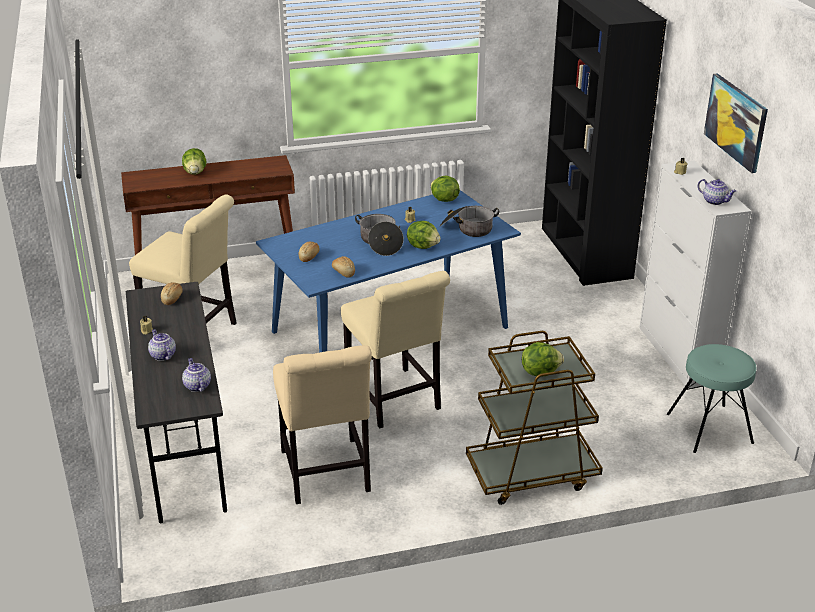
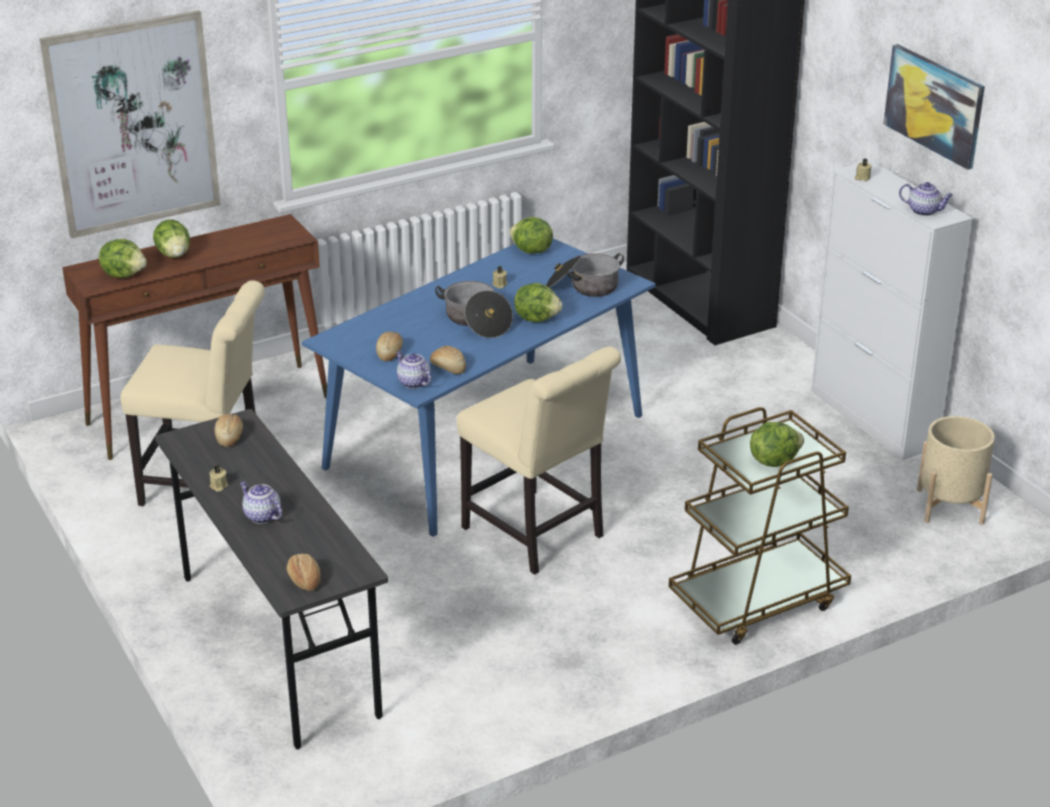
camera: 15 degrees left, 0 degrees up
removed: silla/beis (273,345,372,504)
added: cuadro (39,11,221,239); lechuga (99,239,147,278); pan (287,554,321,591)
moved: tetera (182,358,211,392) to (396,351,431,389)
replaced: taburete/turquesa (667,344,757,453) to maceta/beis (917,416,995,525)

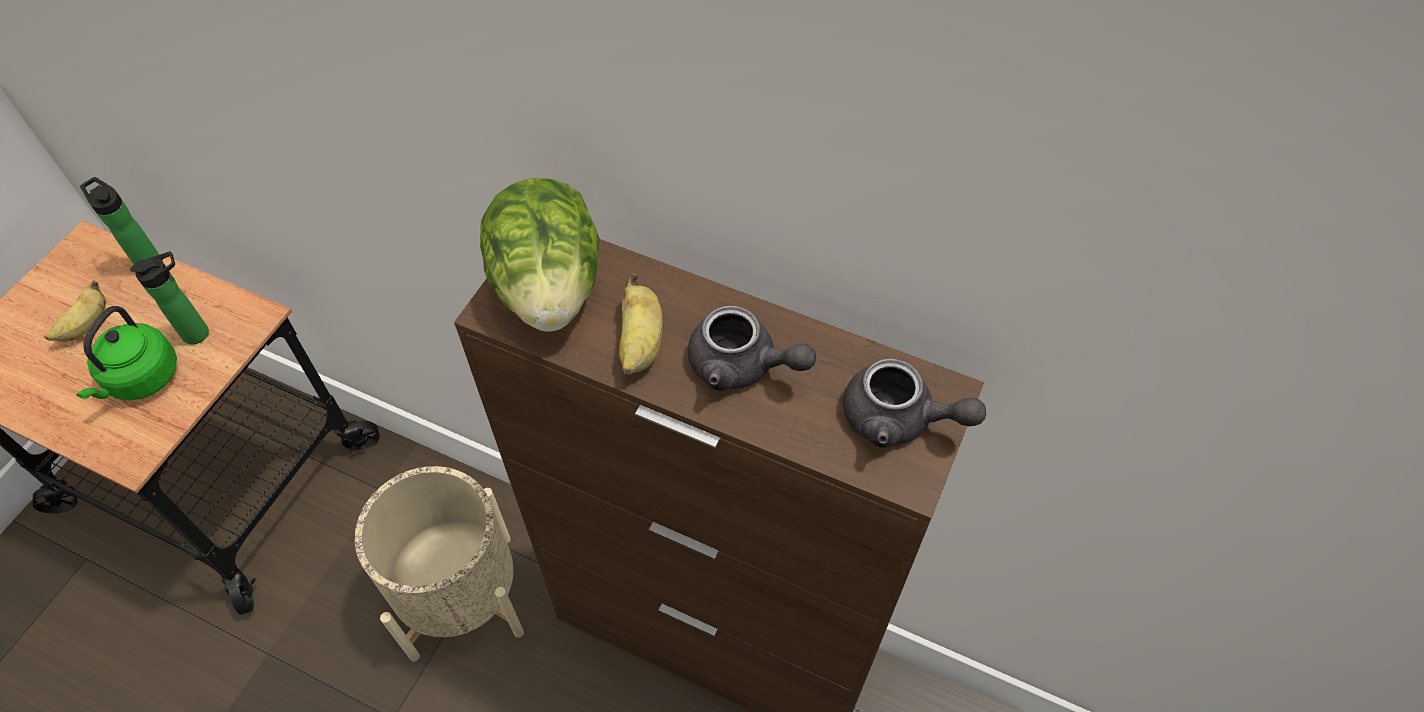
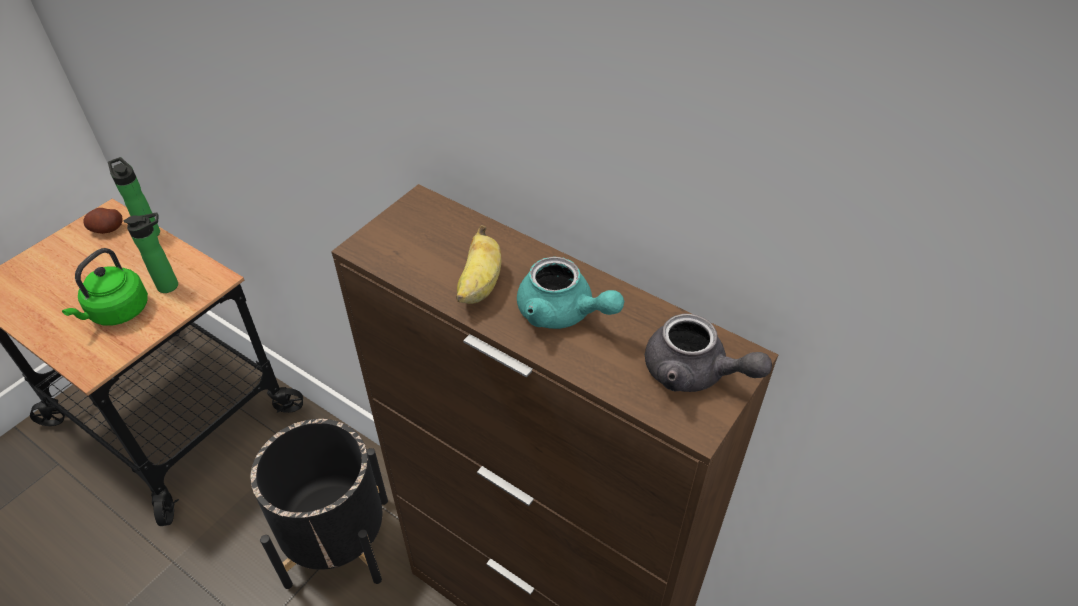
camera: 10 degrees right, 10 degrees down
removed: plátano (44,280,106,342); lechuga (480,178,600,332)
added: patata (83,208,123,234)
recoloured: maceta/beis (355,466,524,661) to maceta/negro (250,419,388,589); tetera/gris (688,306,816,391) to tetera/turquesa (517,257,624,329)

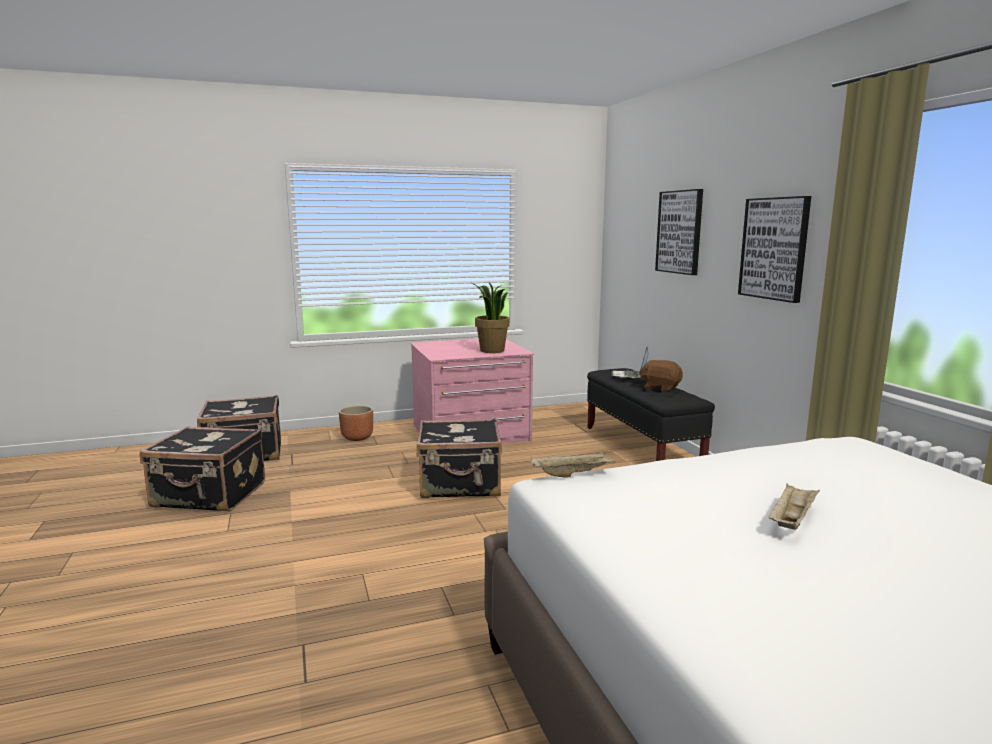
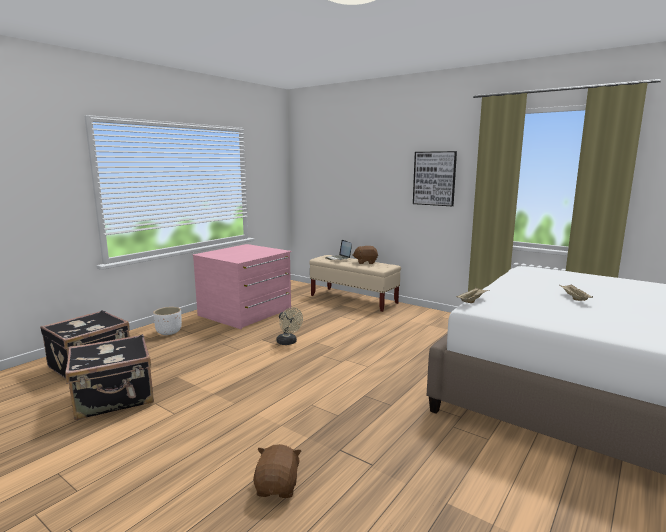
camera: 35 degrees left, 0 degrees up
removed: planta en maceta (472,281,510,353); cuadro (655,189,703,275)
added: peluche/marrón (253,444,301,498)
replaced: maleta/negro (417,418,502,498) to ventilador/beis (277,307,303,345)
recoloured: maceta/marrón (339,405,373,441) to maceta/blanco (153,307,182,335); banco/negro (587,368,715,461) to banco/beis (309,255,401,312)

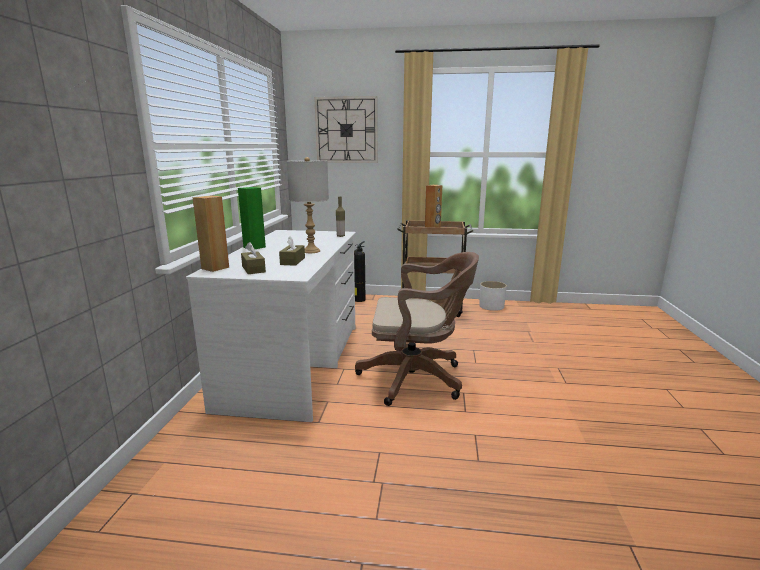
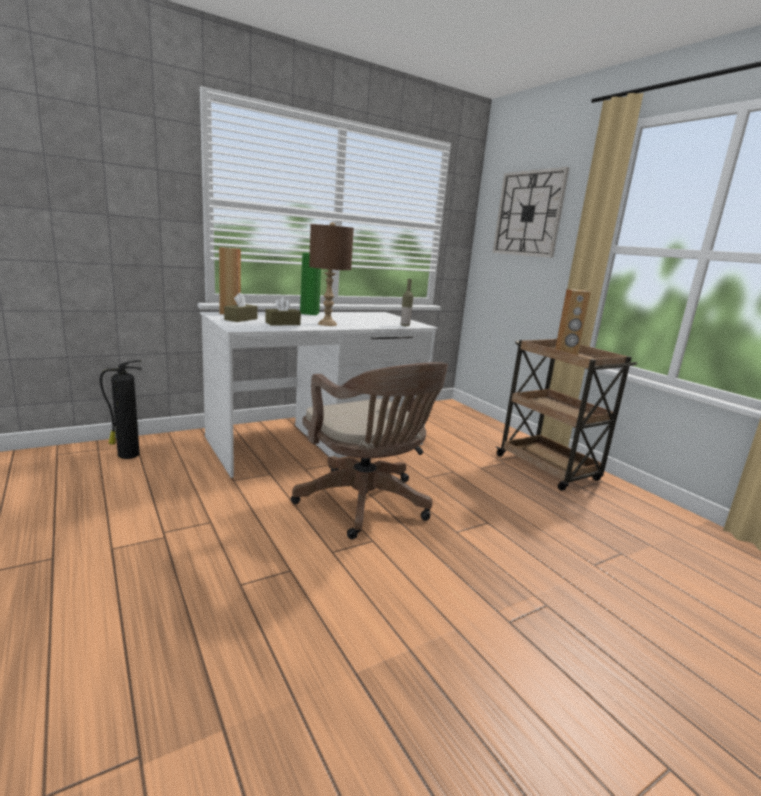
camera: 50 degrees right, 0 degrees up
removed: maceta/blanco (479,281,507,311)
moved: extintor (354,241,365,302) to (100,360,142,459)
recoloured: lámpara de mesa/gris (287,157,329,253) to lámpara de mesa/marrón (309,222,354,326)

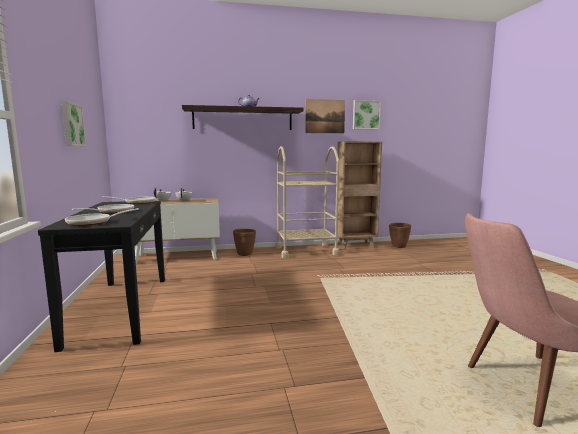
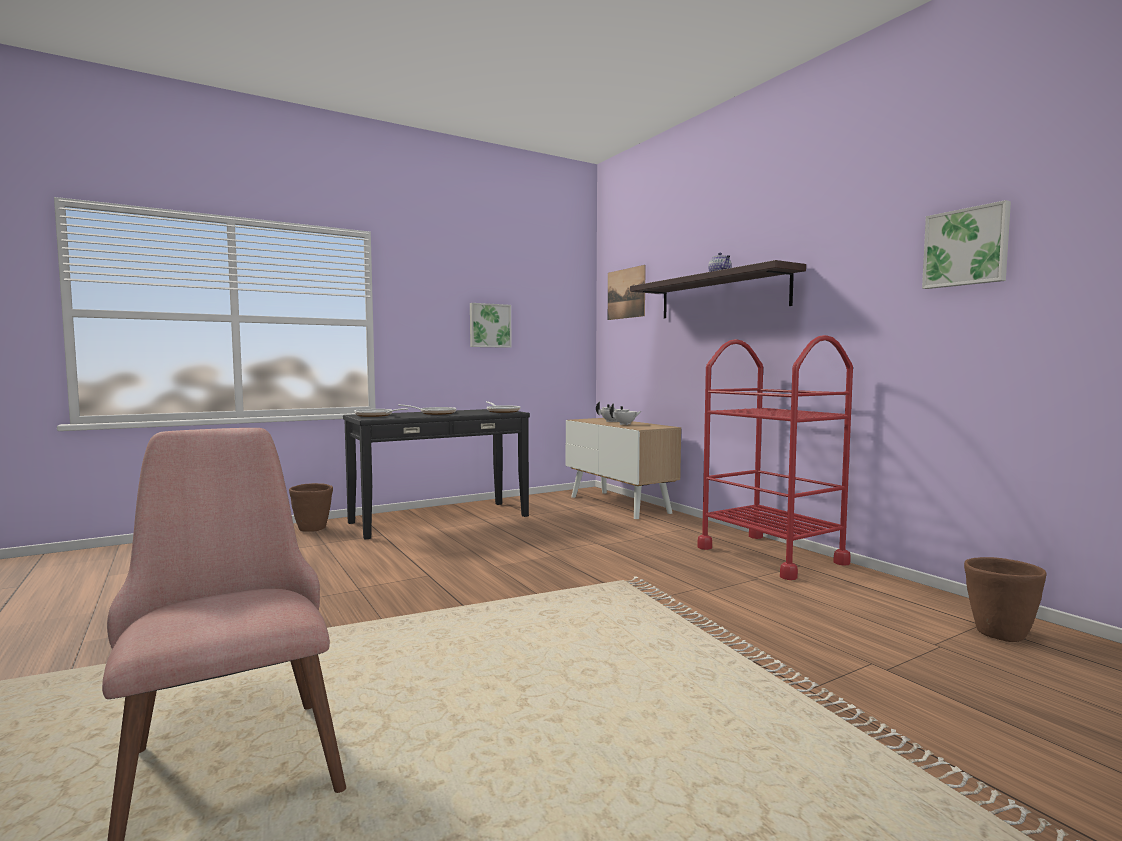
camera: 70 degrees right, 5 degrees down
removed: estantería/marrón (337,141,382,249)
moved: maceta/marrón (233,229,256,256) to (289,483,333,532); cuadro (305,99,345,133) to (608,265,646,320)
recoloured: carrito/beis (275,146,339,258) to carrito/rojo (697,335,853,580)

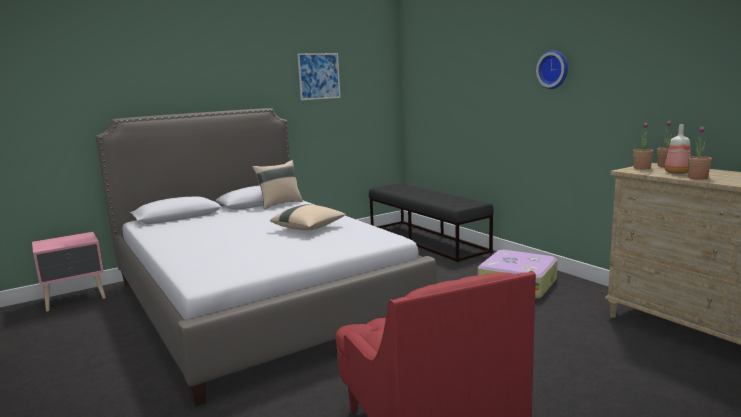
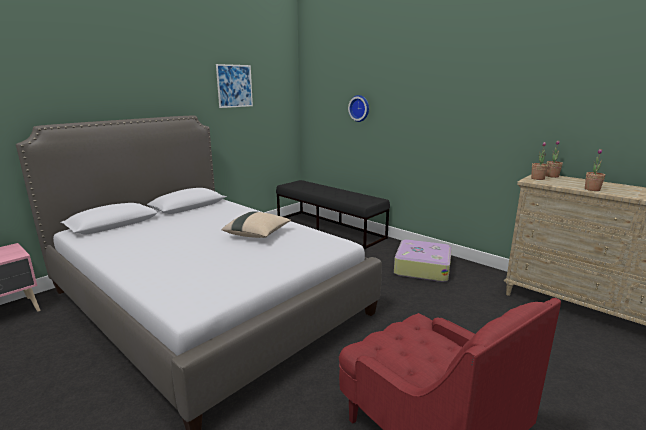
camera: 15 degrees left, 5 degrees up
removed: cojín/beis (252,160,303,210); botella (665,124,691,174)
moved: reloj de pared (536,50,568,89) to (348,95,369,122)

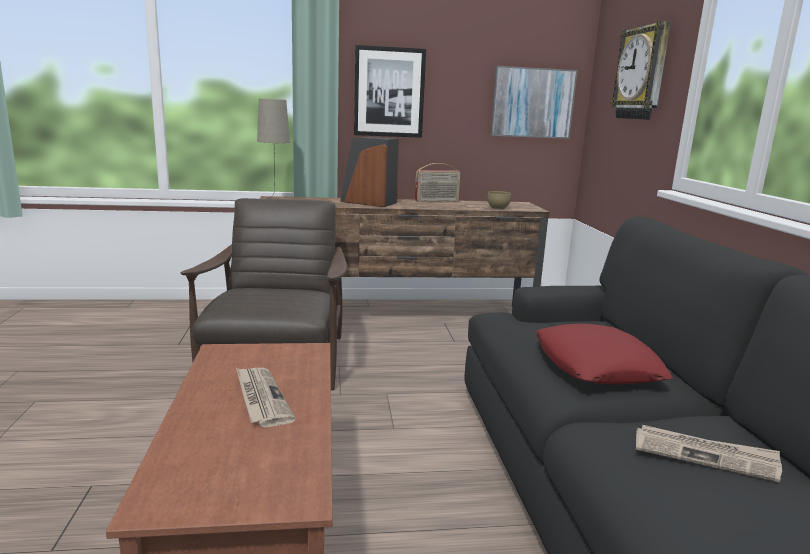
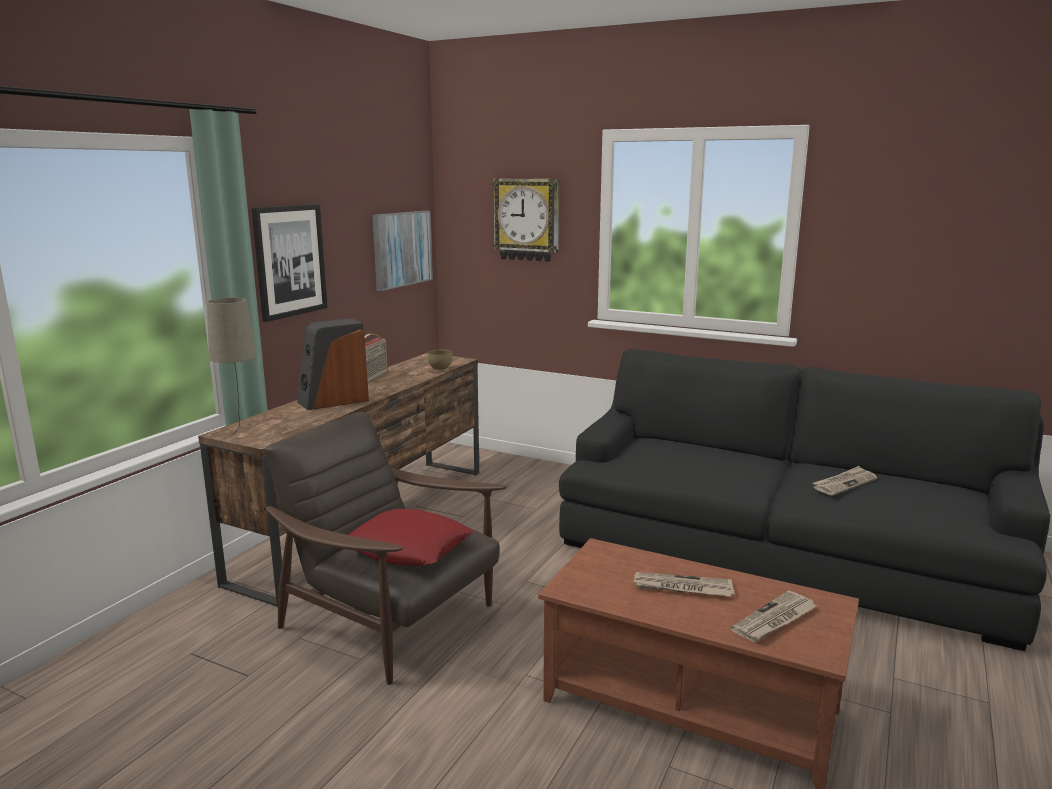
camera: 55 degrees left, 0 degrees up
added: periódico (731,590,817,642)
moved: cojín/rojo (536,324,672,384) to (348,509,473,566)

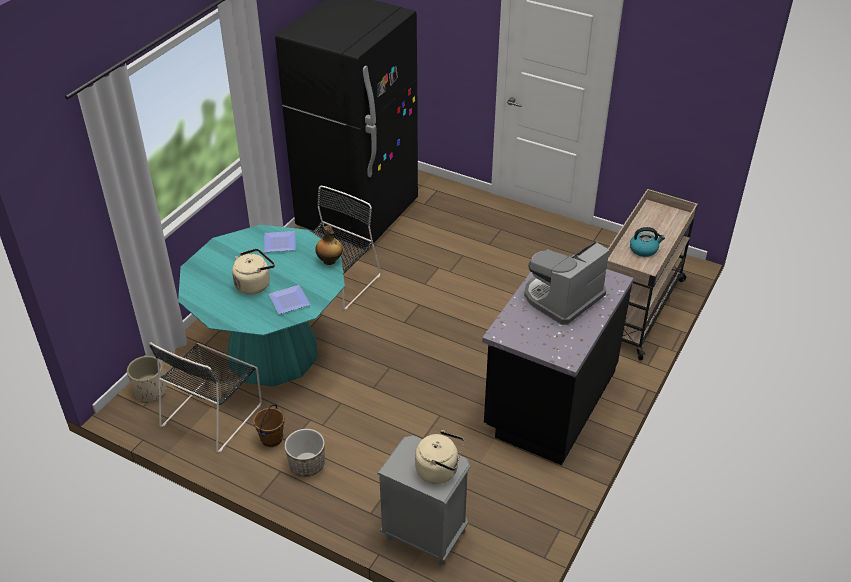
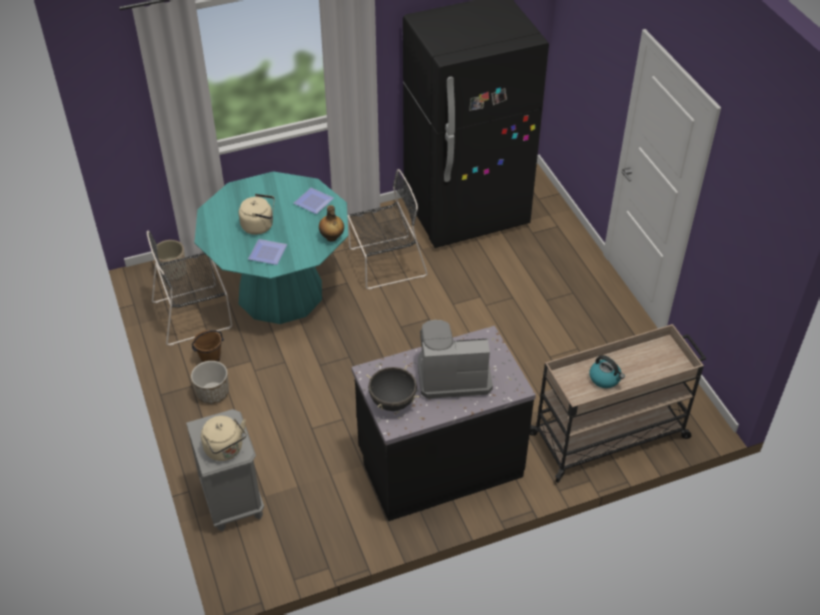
camera: 40 degrees right, 5 degrees up
added: olla/negro (366,365,420,411)

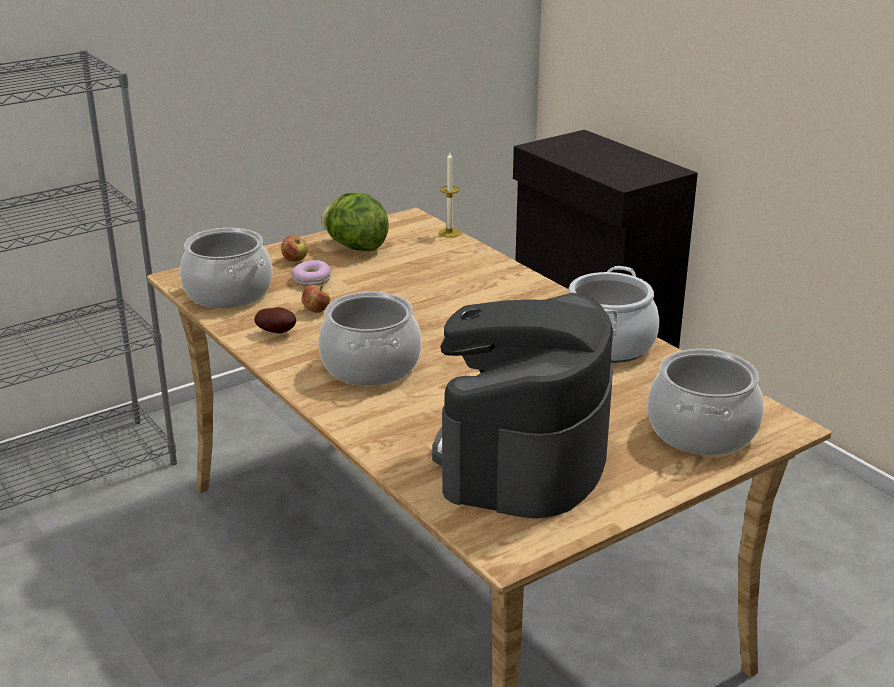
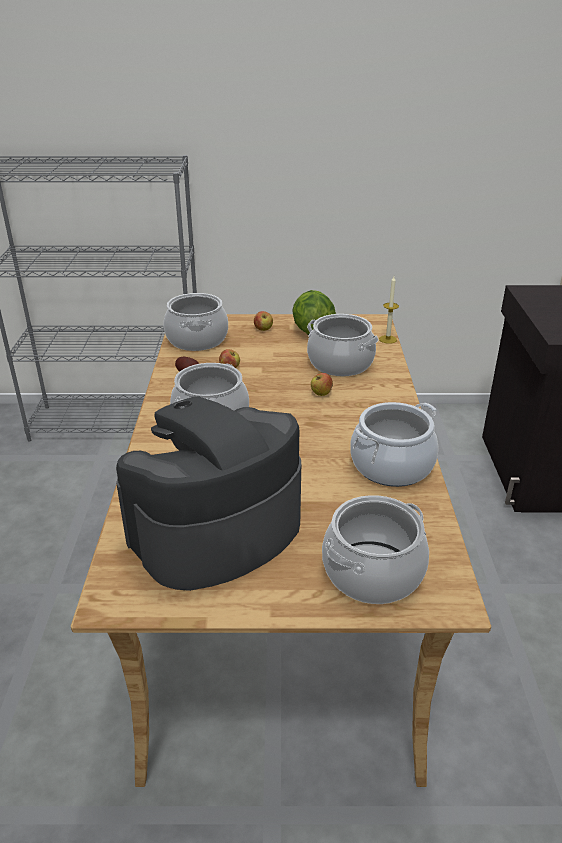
camera: 35 degrees right, 5 degrees up
removed: rosquilla (291,260,331,286)
added: olla (307,314,379,376); manzana (311,373,333,396)

